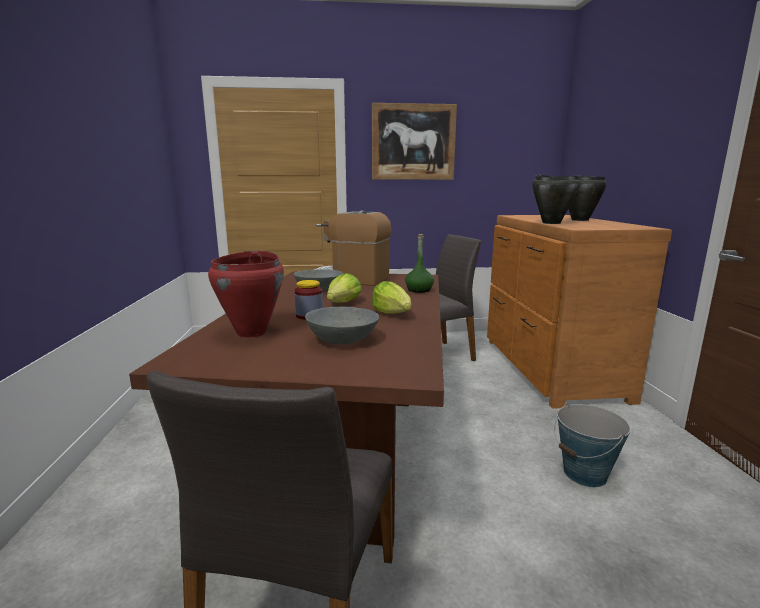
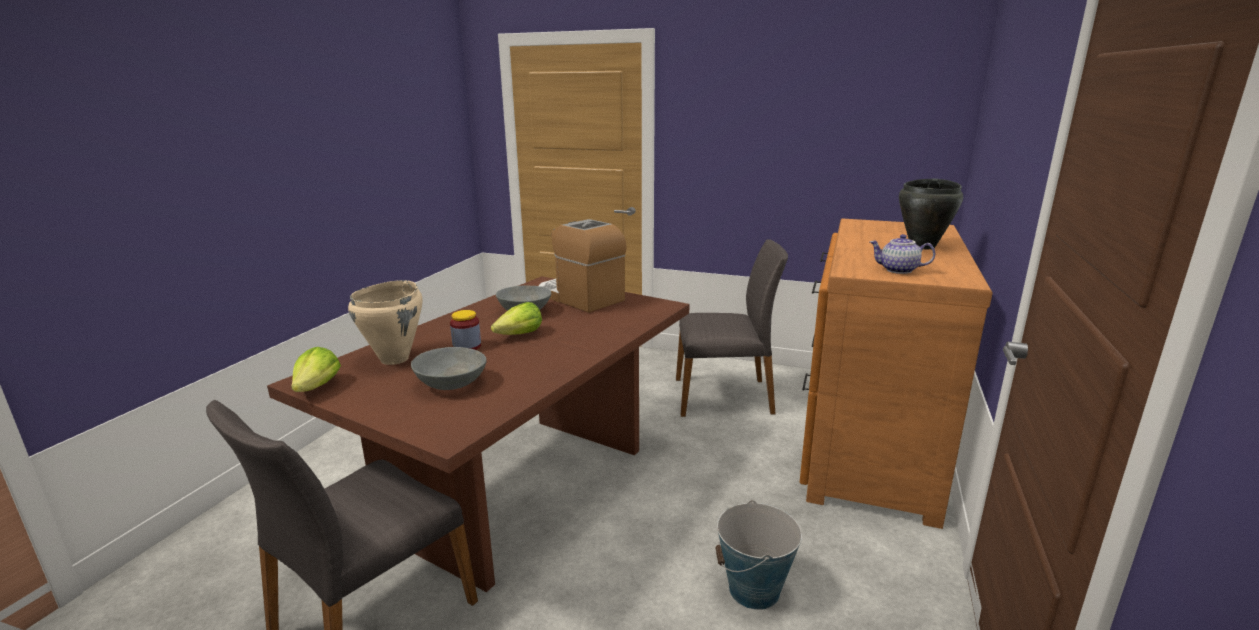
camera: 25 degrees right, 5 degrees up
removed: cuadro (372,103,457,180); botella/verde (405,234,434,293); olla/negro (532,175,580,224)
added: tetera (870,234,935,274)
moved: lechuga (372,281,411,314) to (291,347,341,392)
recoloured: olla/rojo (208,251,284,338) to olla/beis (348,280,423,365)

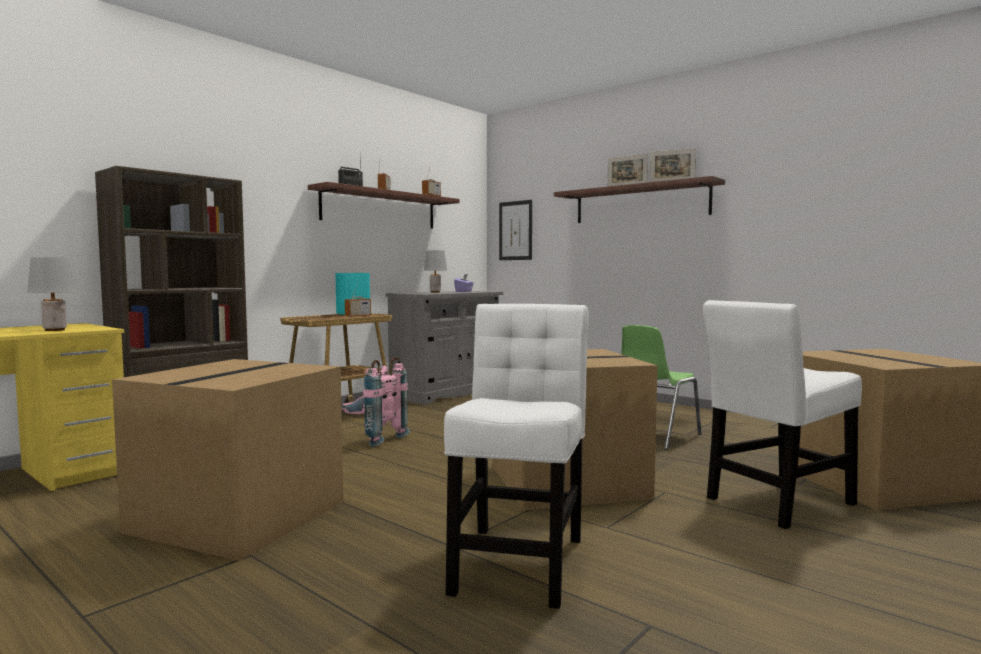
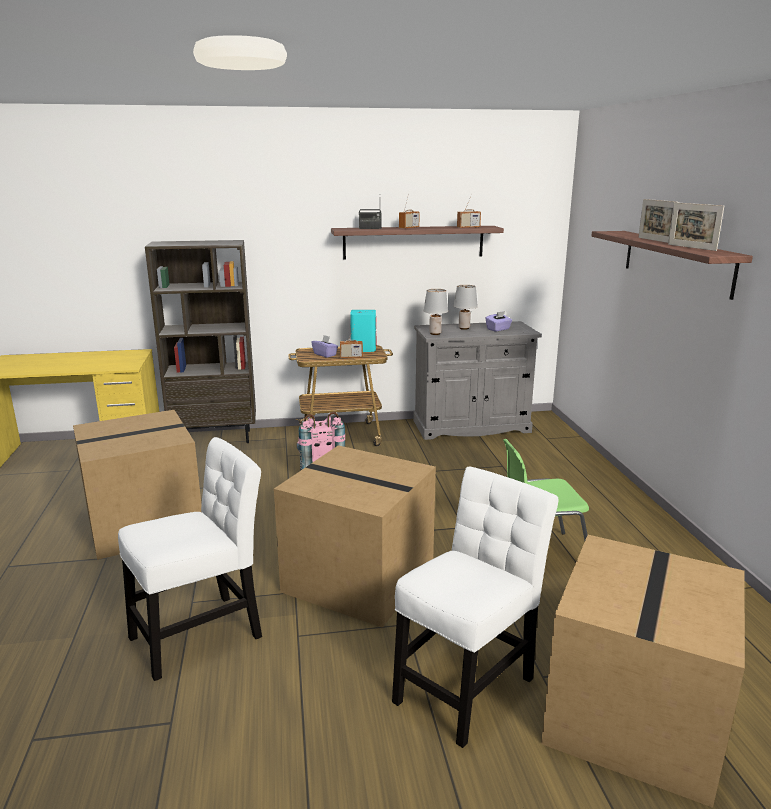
camera: 40 degrees right, 15 degrees up
removed: cuadro (499,200,532,260)
added: caja de pañuelos/morado (311,335,338,358)
moved: lámpara de mesa/gris (27,257,77,331) to (424,289,448,335)
turned: silla/blanco (703,300,862,529) = (392,467,558,748) 120 degrees clockwise

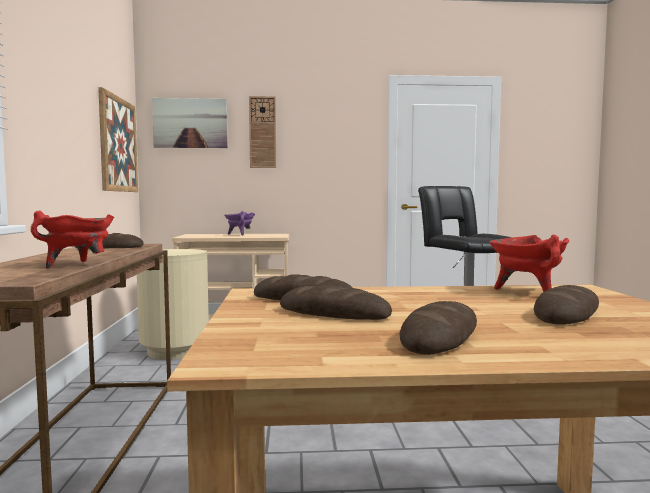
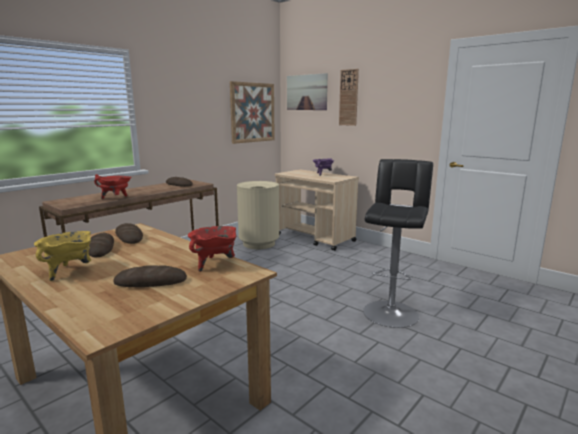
camera: 45 degrees right, 10 degrees up
replaced: pan (400,301,477,355) to olla/amarillo (34,231,91,281)

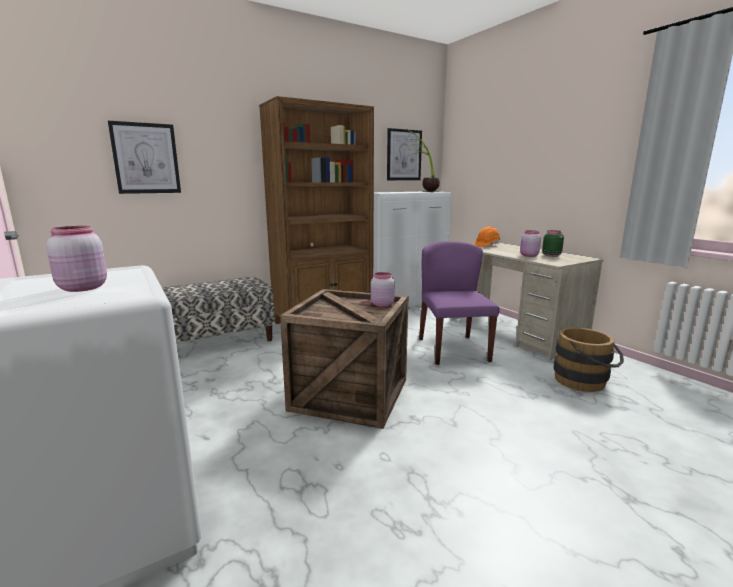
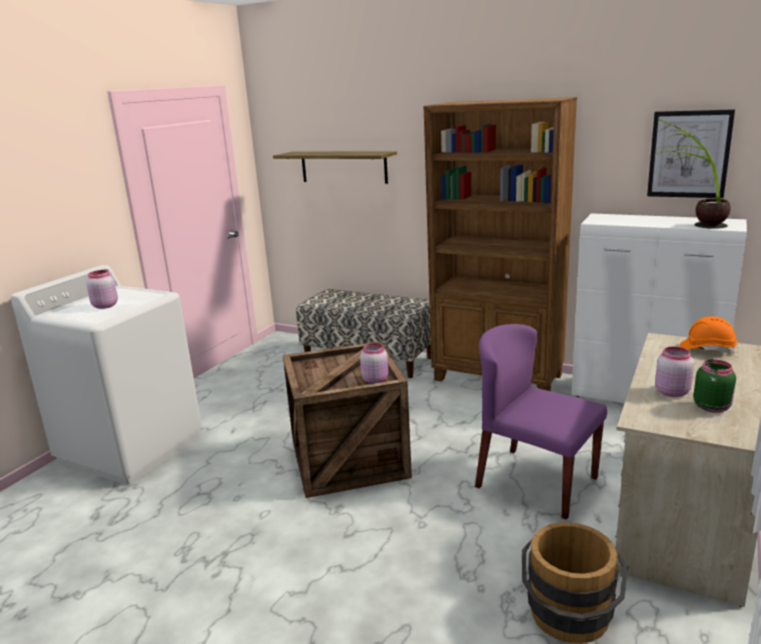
camera: 60 degrees right, 5 degrees up
replaced: cuadro (108,121,181,194) to estante (273,151,397,184)
turned: silla/morado (419,241,500,365) = (475,324,607,520) 105 degrees counterclockwise

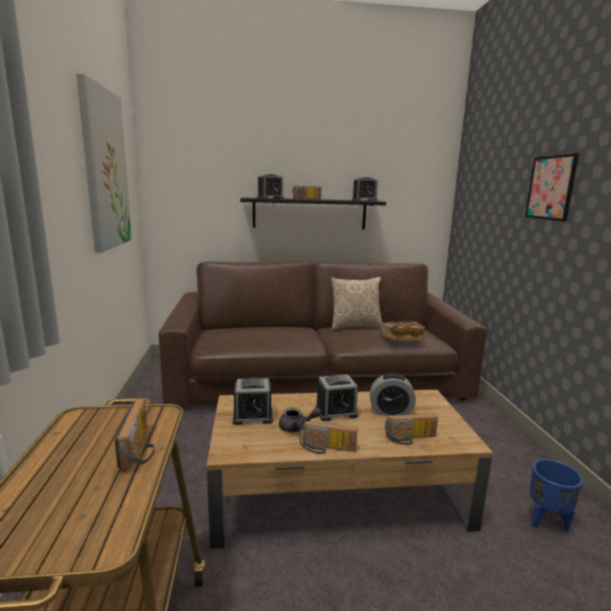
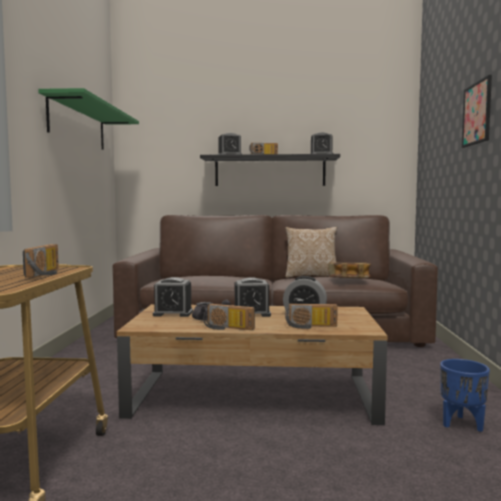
camera: 10 degrees right, 10 degrees down
replaced: cuadro (76,74,132,253) to estante/verde (38,88,139,150)

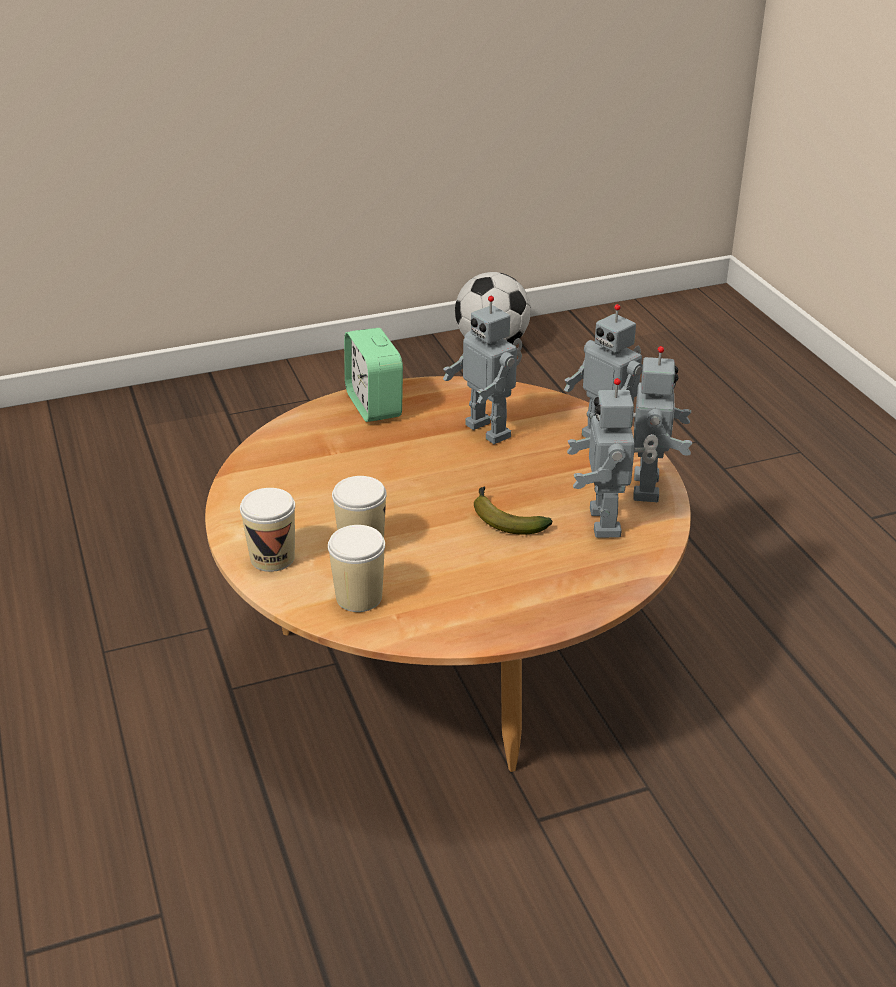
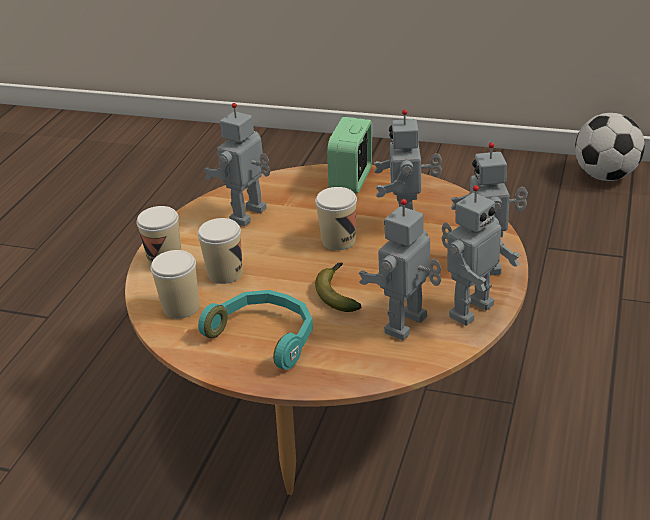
camera: 40 degrees right, 0 degrees up
added: auriculares/turquesa (198,290,313,370); robot de juguete (203,103,270,226); taza (315,187,357,250)

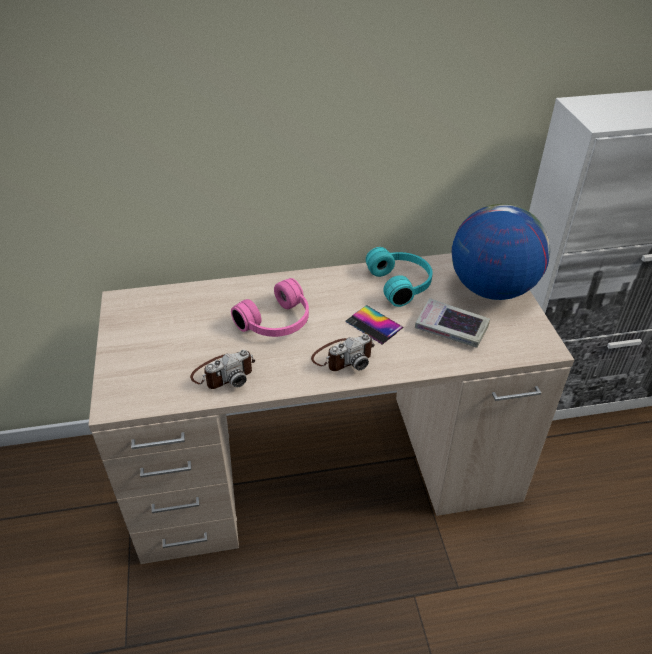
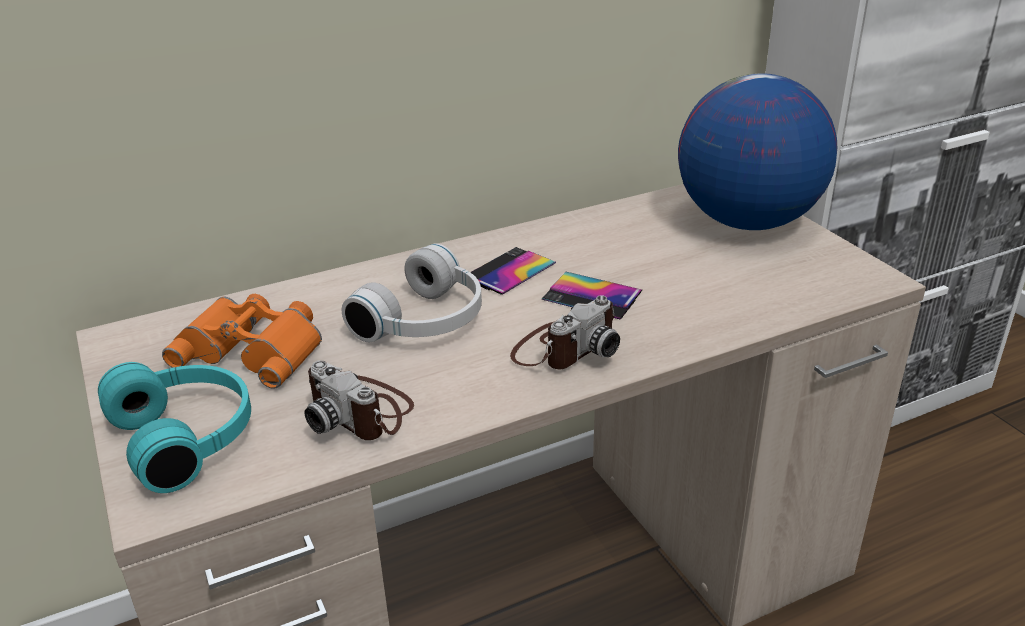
camera: 15 degrees left, 10 degrees down
removed: libro (415,298,490,348)
added: prismáticos/naranja (162,294,322,388); móvil (470,247,556,295)
moved: auriculares/turquesa (366,247,433,307) to (98,362,251,493)
recoloured: auriculares/rosa (231,278,309,337) to auriculares/blanco (342,244,482,342)
turned: cámara (190,350,255,389) = (304,361,414,440) 90 degrees clockwise

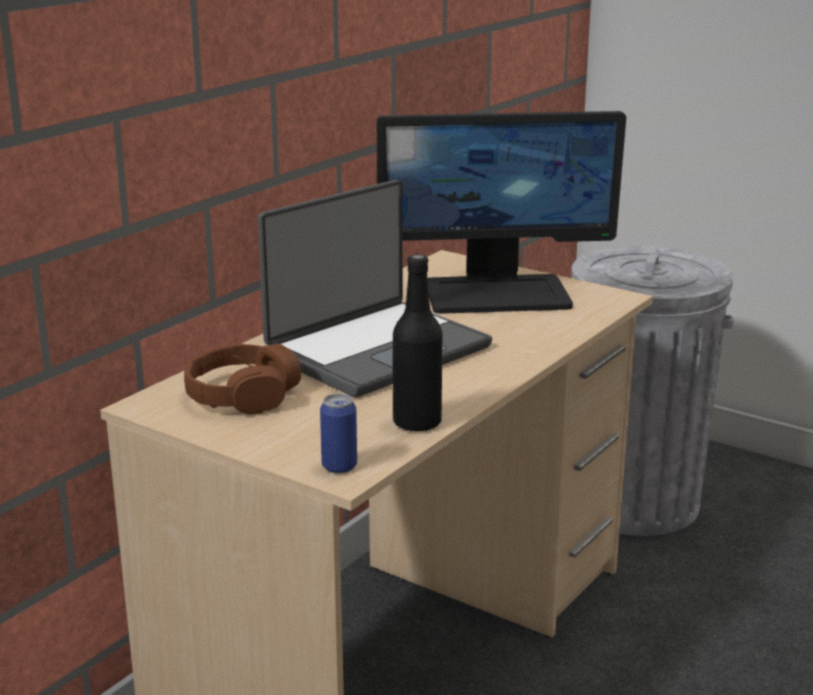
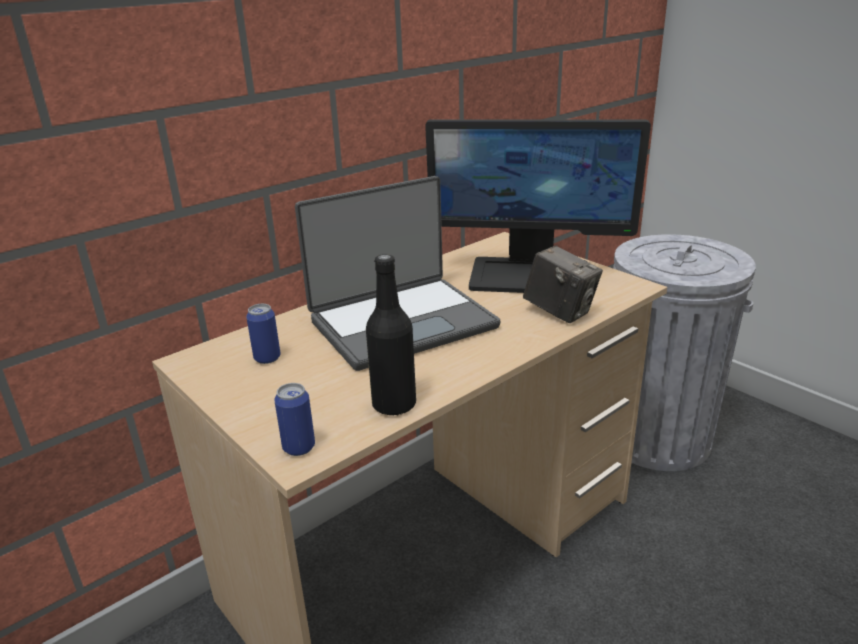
camera: 15 degrees right, 5 degrees up
added: cámara (523,245,603,323)
replaced: auriculares/marrón (184,343,301,414) to lata (246,304,280,364)

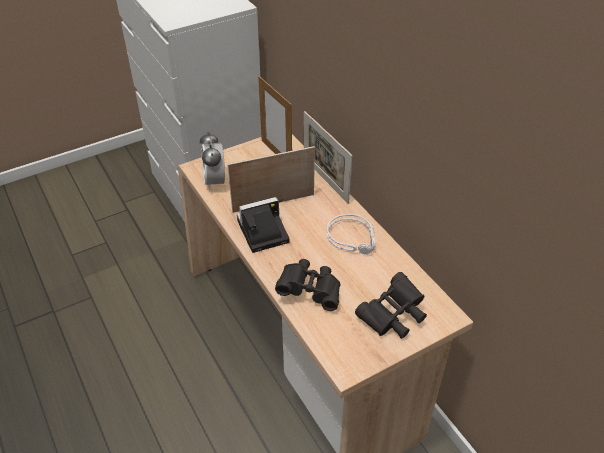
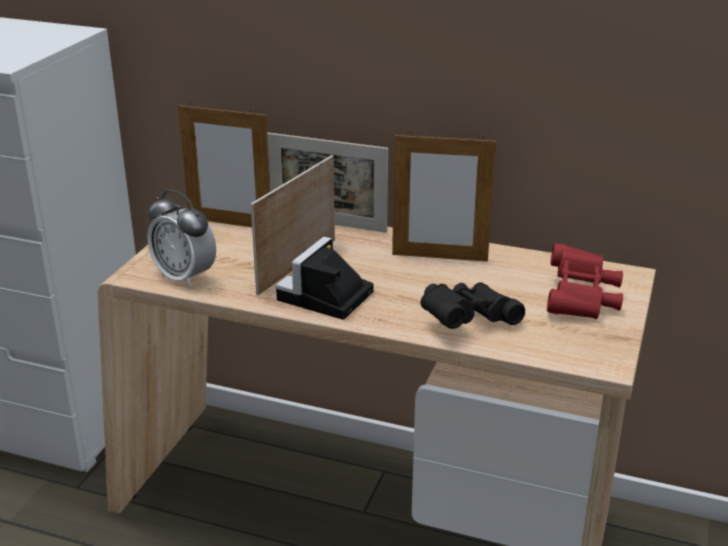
camera: 40 degrees left, 15 degrees down
replaced: auriculares/gris (327,214,376,255) to portarretratos (392,131,496,262)
recoloured: prismáticos/negro (355,272,427,339) to prismáticos/rojo (547,243,623,319)

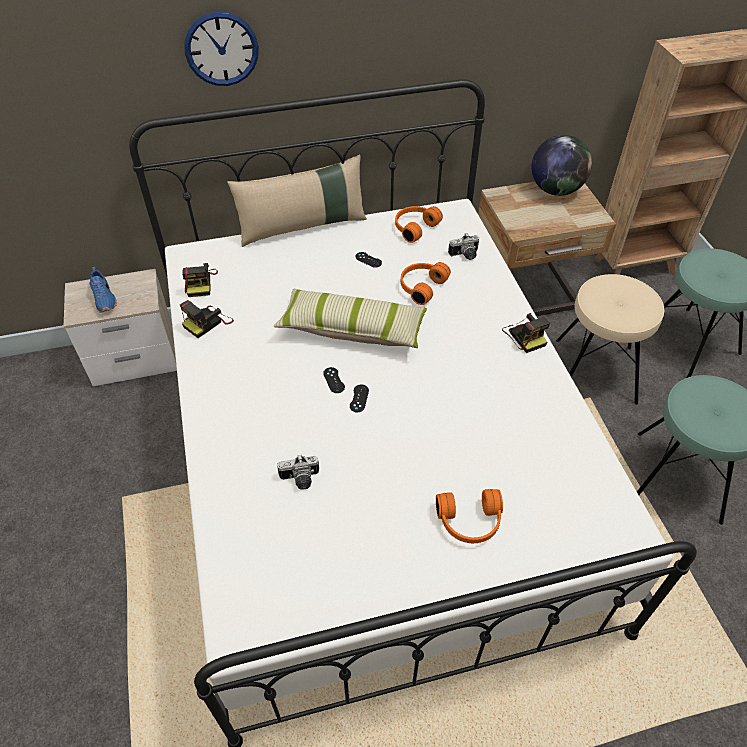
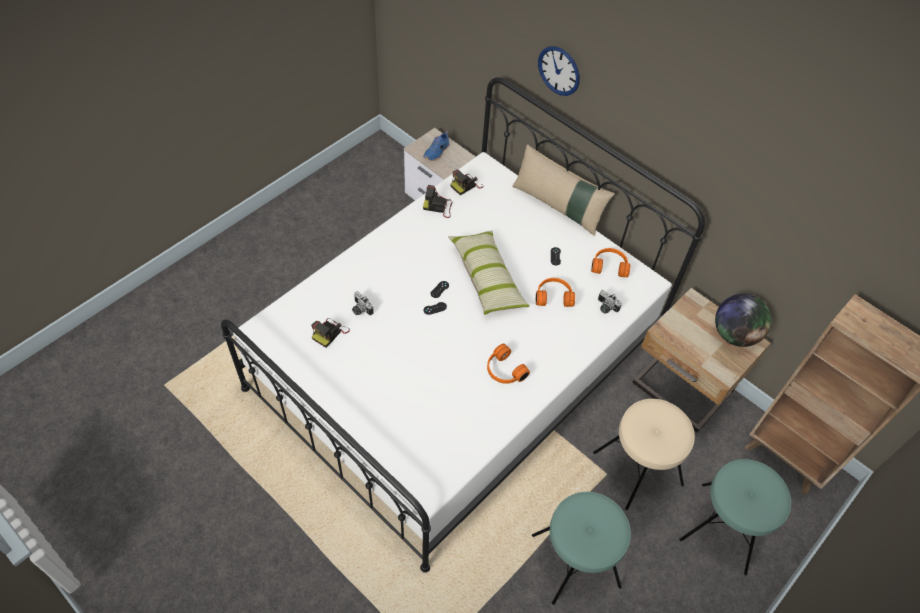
camera: 55 degrees right, 5 degrees up
moved: cámara (502,313,550,353) to (311,318,350,348); auriculares/naranja (436,489,503,543) to (487,343,530,384)

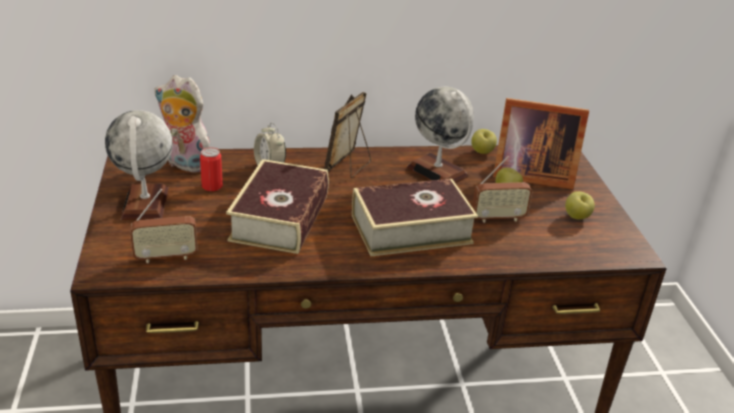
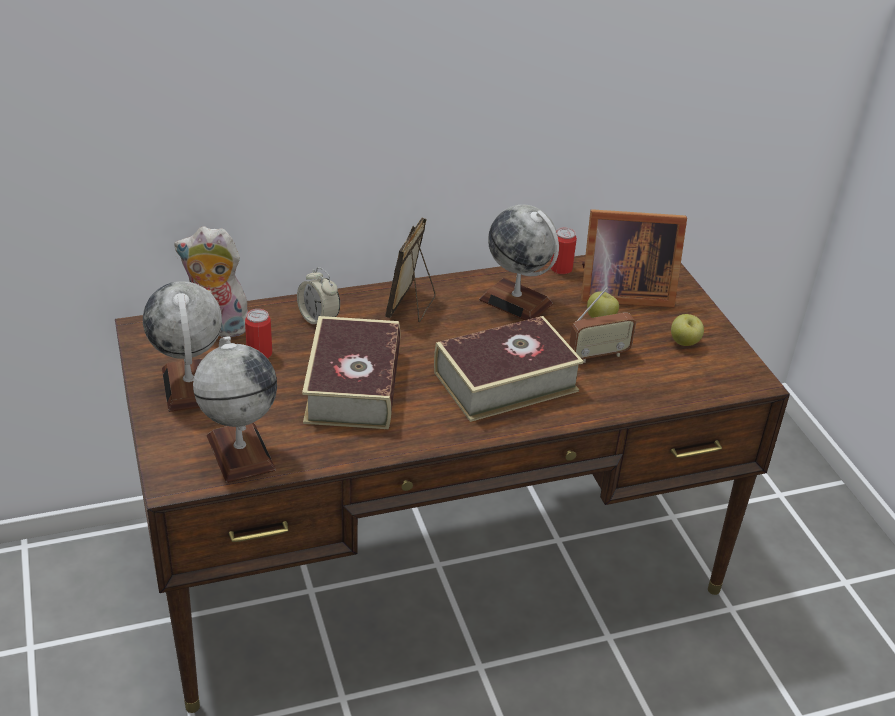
camera: 10 degrees left, 5 degrees up
replaced: radio (130,189,198,263) to globo terráqueo (193,336,277,483); manzana (471,129,497,154) to lata (551,227,577,274)

